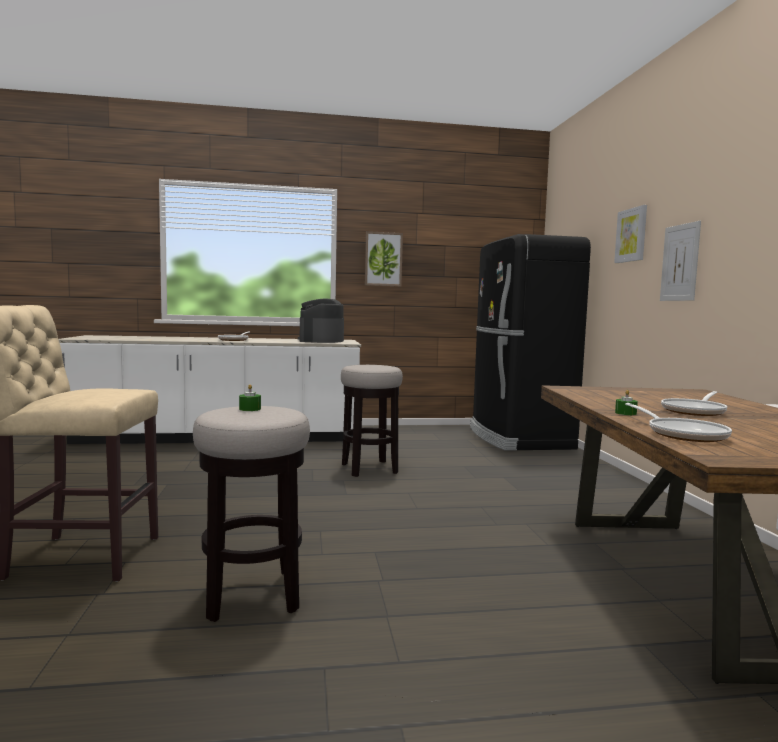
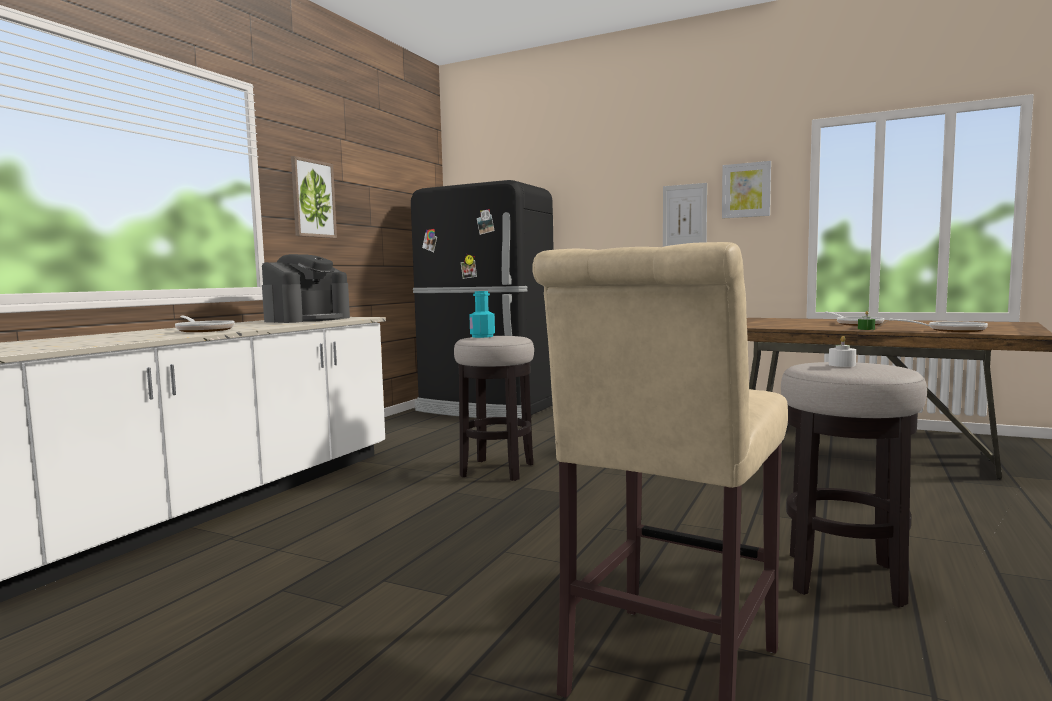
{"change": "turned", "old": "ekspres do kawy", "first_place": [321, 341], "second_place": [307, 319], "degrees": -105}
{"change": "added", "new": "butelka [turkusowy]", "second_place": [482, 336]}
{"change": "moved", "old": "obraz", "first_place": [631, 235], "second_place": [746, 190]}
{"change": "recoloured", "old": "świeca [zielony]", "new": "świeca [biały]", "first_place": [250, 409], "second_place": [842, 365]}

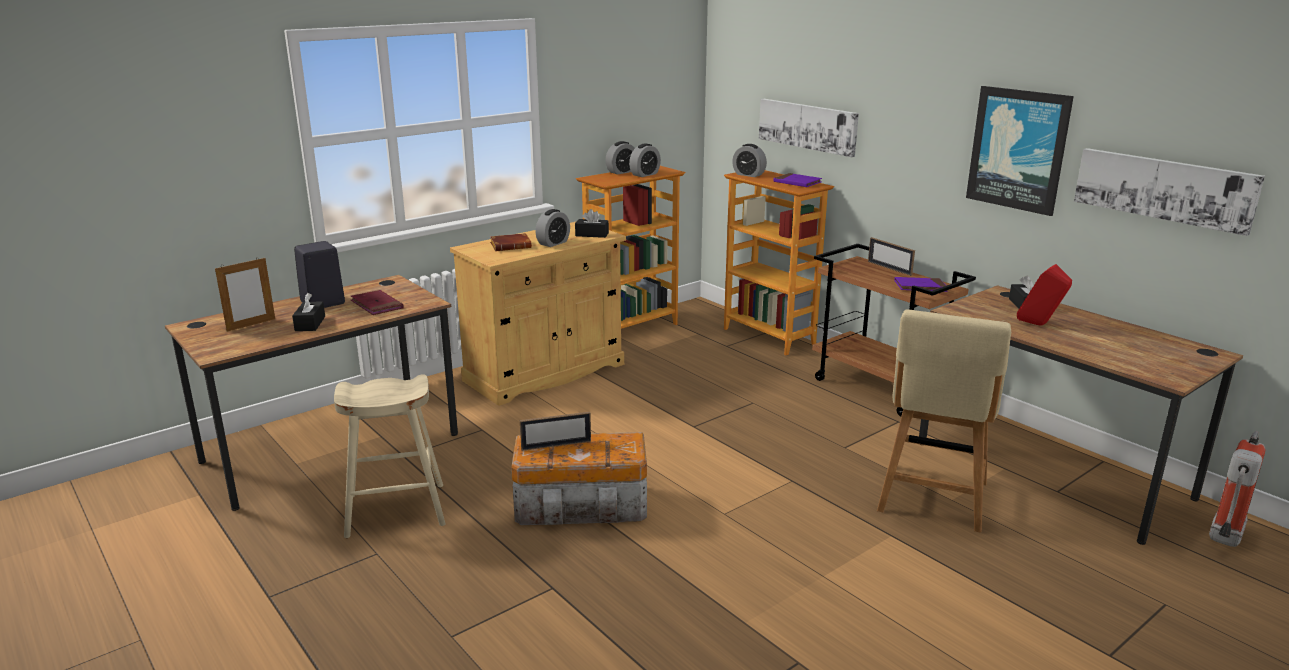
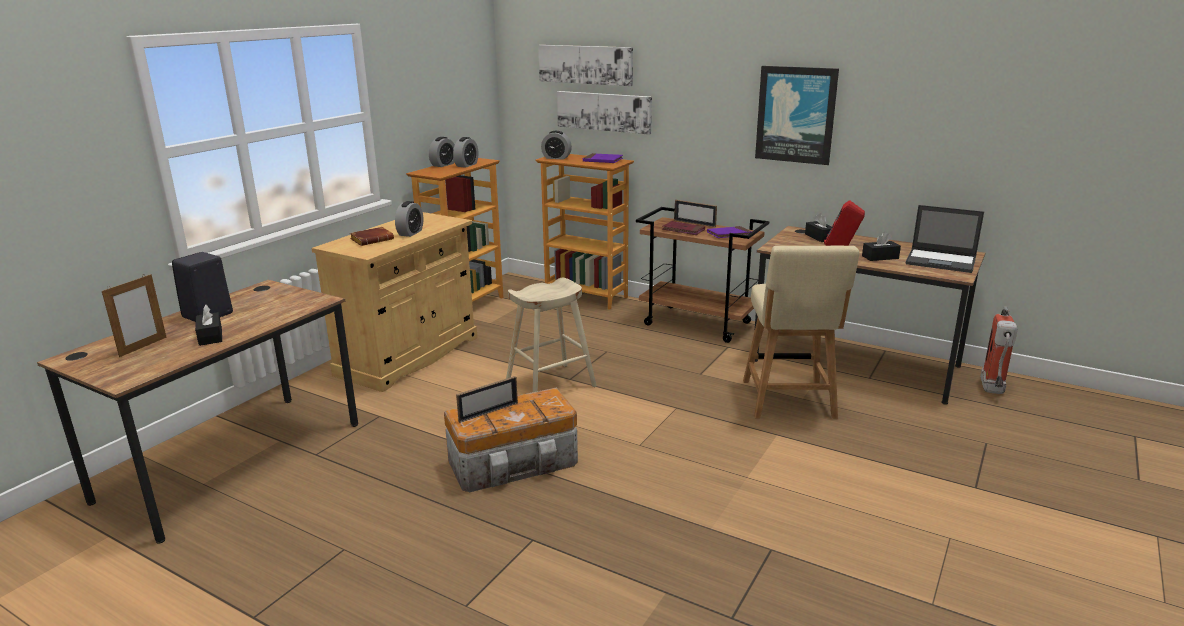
{"change": "moved", "old": "stołek [beżowy]", "first_place": [396, 510], "second_place": [551, 384]}
{"change": "moved", "old": "obraz", "first_place": [1164, 189], "second_place": [585, 64]}
{"change": "moved", "old": "książka [czerwony]", "first_place": [377, 305], "second_place": [683, 230]}
{"change": "moved", "old": "pudełko chusteczek [czarny]", "first_place": [592, 234], "second_place": [880, 257]}
{"change": "added", "new": "laptop", "second_place": [941, 261]}

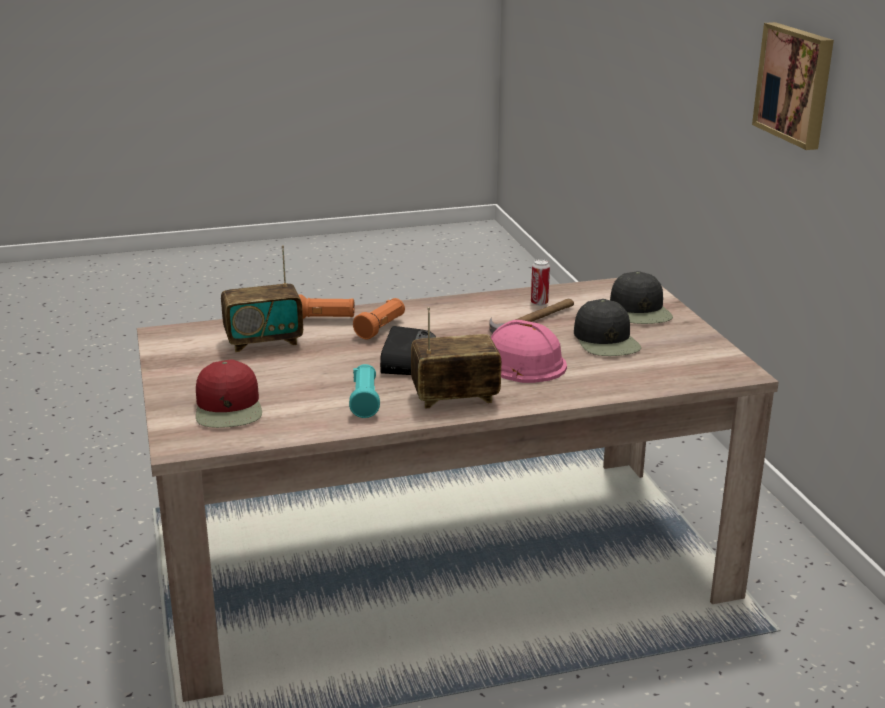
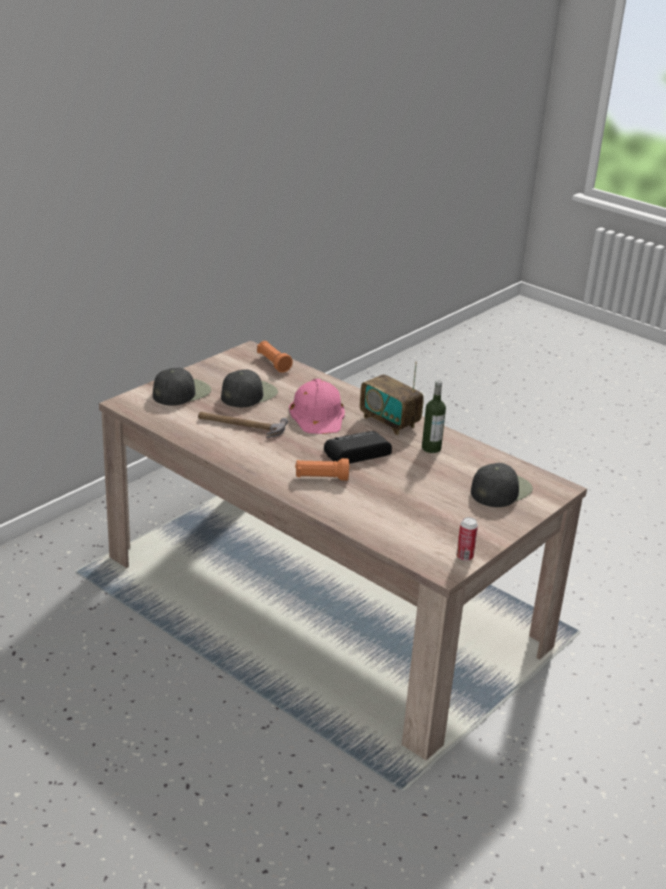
{"change": "moved", "old": "latarka [pomarańczowy]", "first_place": [324, 319], "second_place": [273, 363]}
{"change": "replaced", "old": "latarka [turkusowy]", "new": "butelka", "first_place": [365, 401], "second_place": [431, 448]}
{"change": "moved", "old": "puszka", "first_place": [539, 303], "second_place": [464, 557]}
{"change": "recoloured", "old": "czapka z daszkiem [czerwony]", "new": "czapka z daszkiem [czarny]", "first_place": [229, 408], "second_place": [500, 490]}
{"change": "removed", "old": "radio", "first_place": [263, 341]}
{"change": "removed", "old": "obraz", "first_place": [796, 84]}

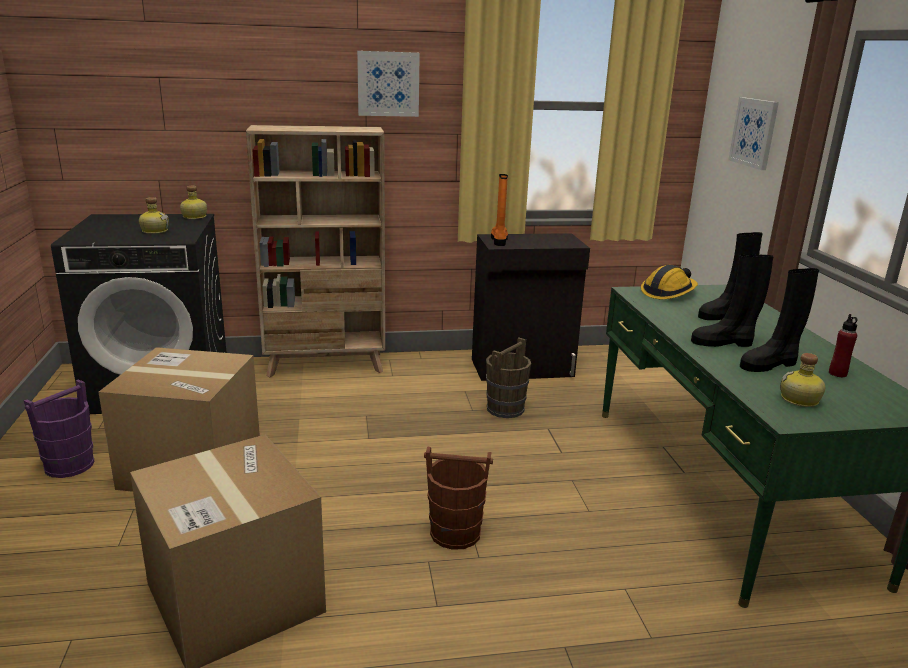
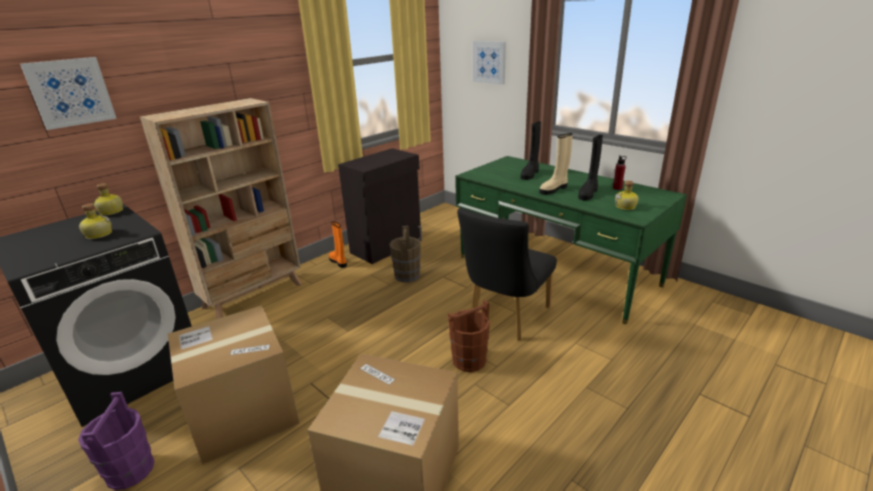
{"change": "moved", "old": "obraz", "first_place": [388, 84], "second_place": [70, 92]}
{"change": "moved", "old": "but z cholewką [pomarańczowy]", "first_place": [499, 240], "second_place": [339, 262]}
{"change": "added", "new": "krzesło [czarny]", "second_place": [505, 318]}
{"change": "recoloured", "old": "but z cholewką [czarny]", "new": "but z cholewką [beżowy]", "first_place": [723, 342], "second_place": [554, 189]}
{"change": "removed", "old": "kask", "first_place": [668, 292]}

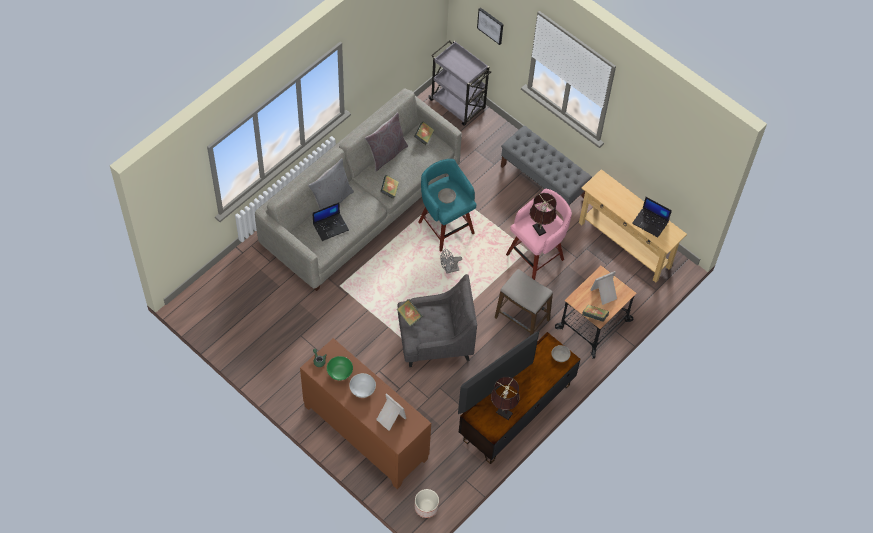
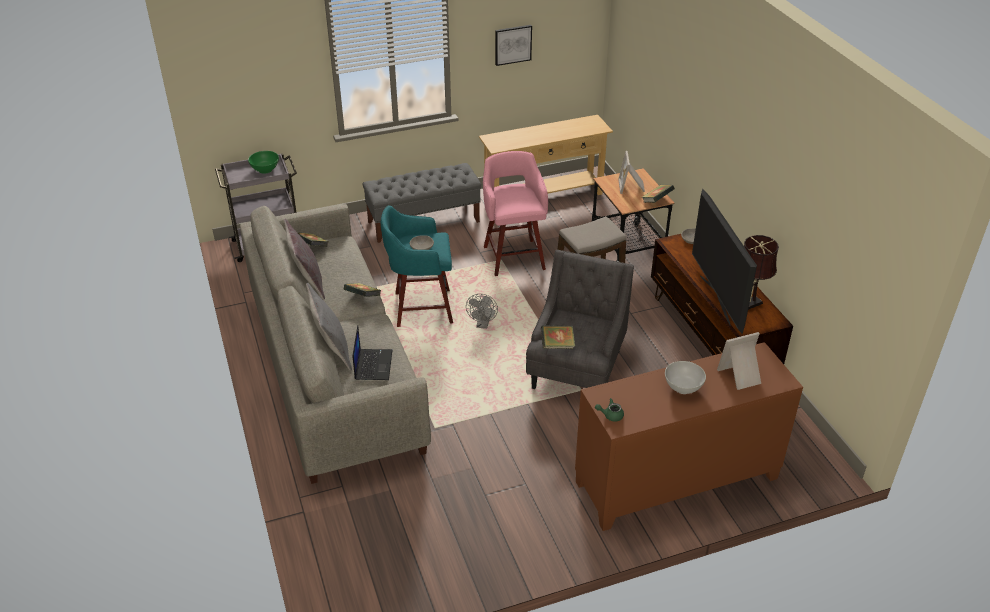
{"change": "moved", "old": "miska [zielony]", "first_place": [340, 373], "second_place": [265, 170]}
{"change": "moved", "old": "obraz", "first_place": [490, 25], "second_place": [513, 44]}
{"change": "removed", "old": "donica", "first_place": [426, 507]}
{"change": "removed", "old": "lampa stołowa [brązowy]", "first_place": [540, 230]}
{"change": "removed", "old": "laptop", "first_place": [650, 222]}

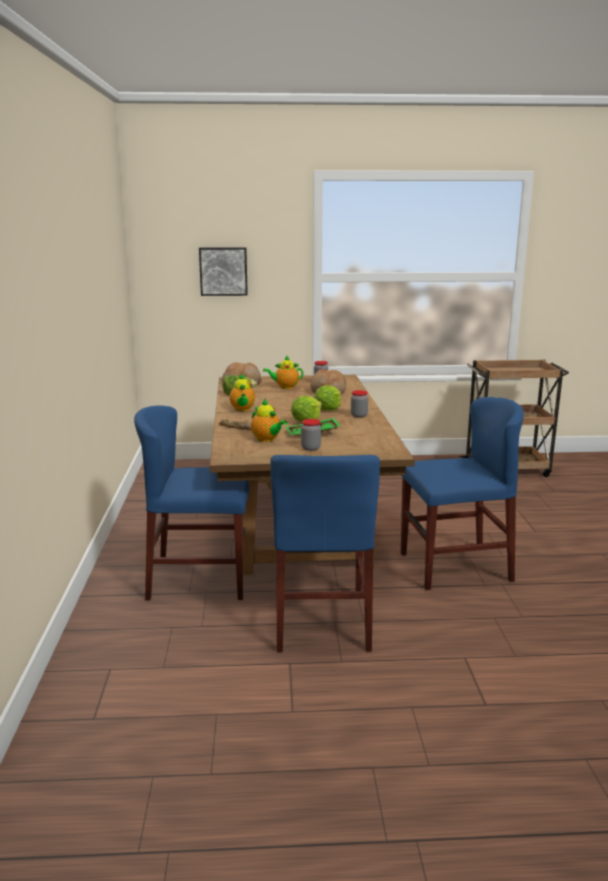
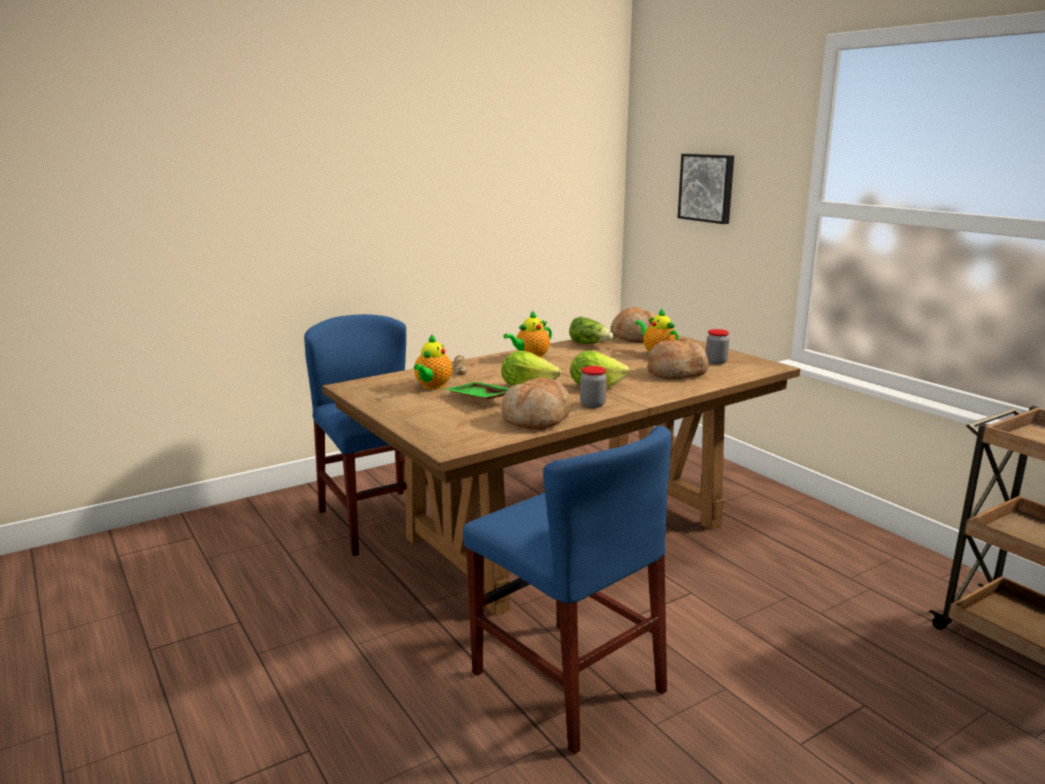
{"change": "added", "new": "chleb", "second_place": [537, 419]}
{"change": "removed", "old": "krzesło [niebieski]", "first_place": [321, 621]}
{"change": "removed", "old": "słoik", "first_place": [310, 448]}

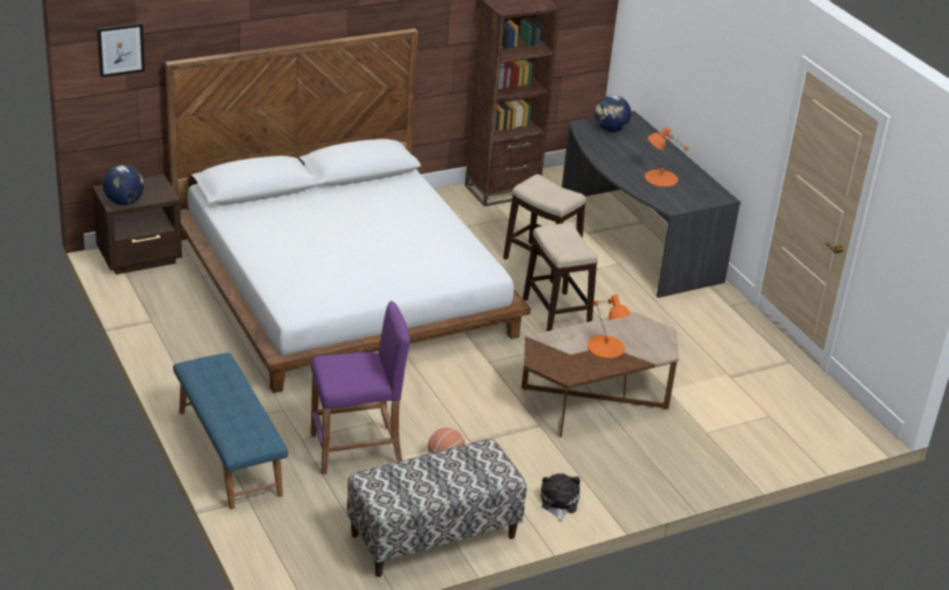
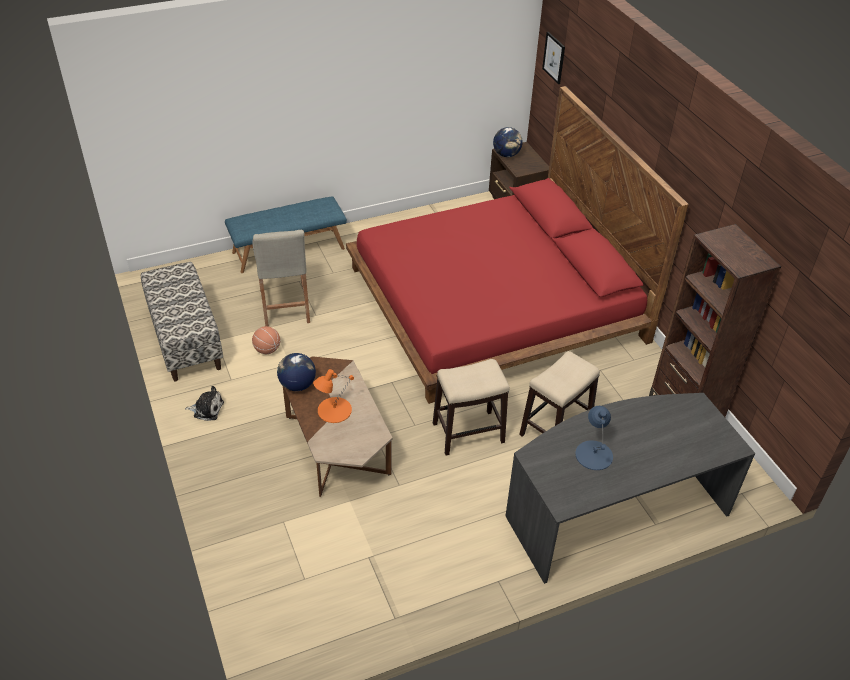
{"change": "recoloured", "old": "stołek [fioletowy]", "new": "stołek [beżowy]", "first_place": [356, 449], "second_place": [285, 306]}
{"change": "moved", "old": "globus", "first_place": [610, 129], "second_place": [297, 385]}
{"change": "recoloured", "old": "łóżko [biały]", "new": "łóżko [czerwony]", "first_place": [343, 286], "second_place": [493, 303]}
{"change": "recoloured", "old": "lampa stołowa [pomarańczowy]", "new": "lampa stołowa [niebieski]", "first_place": [660, 178], "second_place": [594, 454]}

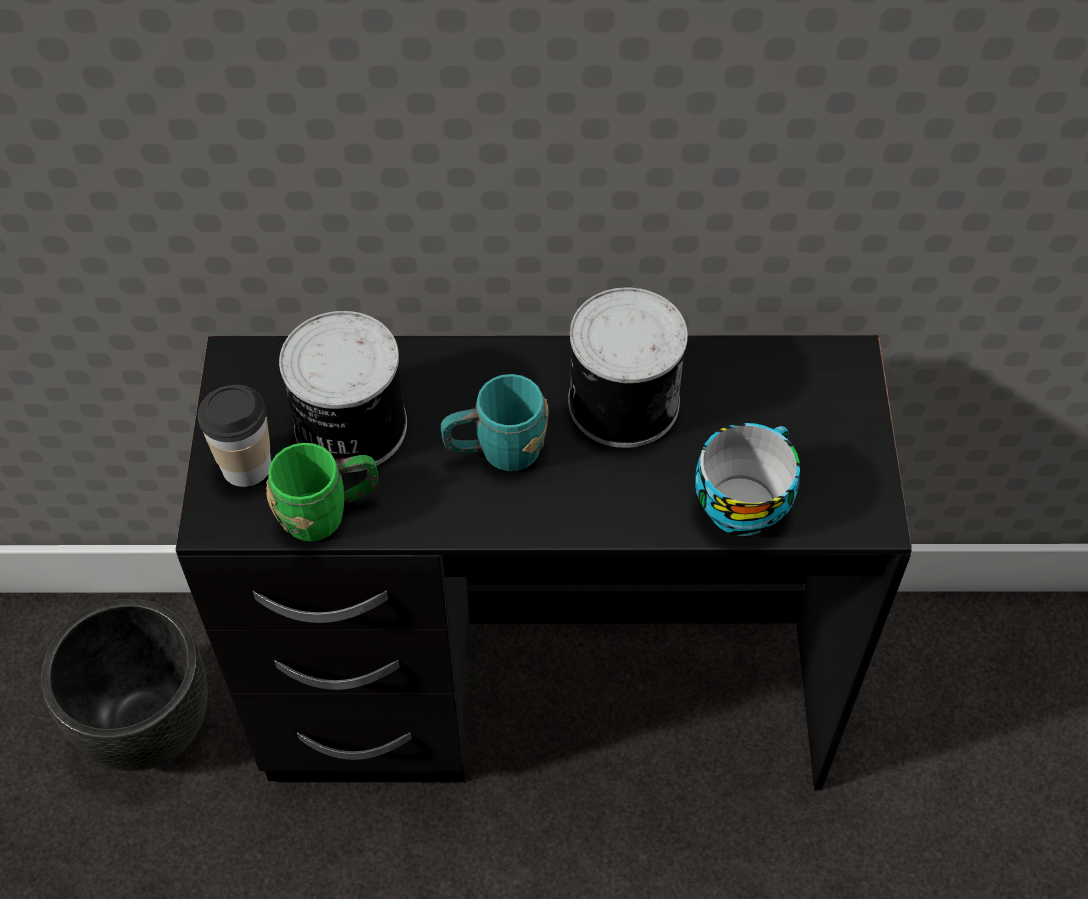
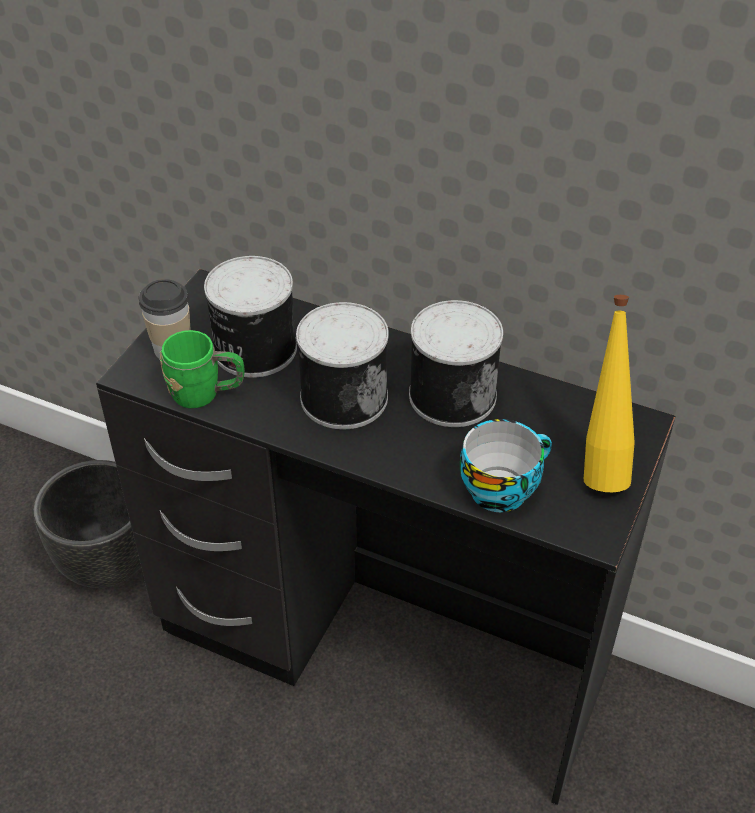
{"change": "replaced", "old": "kubek [turkusowy]", "new": "puszka", "first_place": [496, 451], "second_place": [342, 396]}
{"change": "added", "new": "butelka [żółty]", "second_place": [601, 465]}

